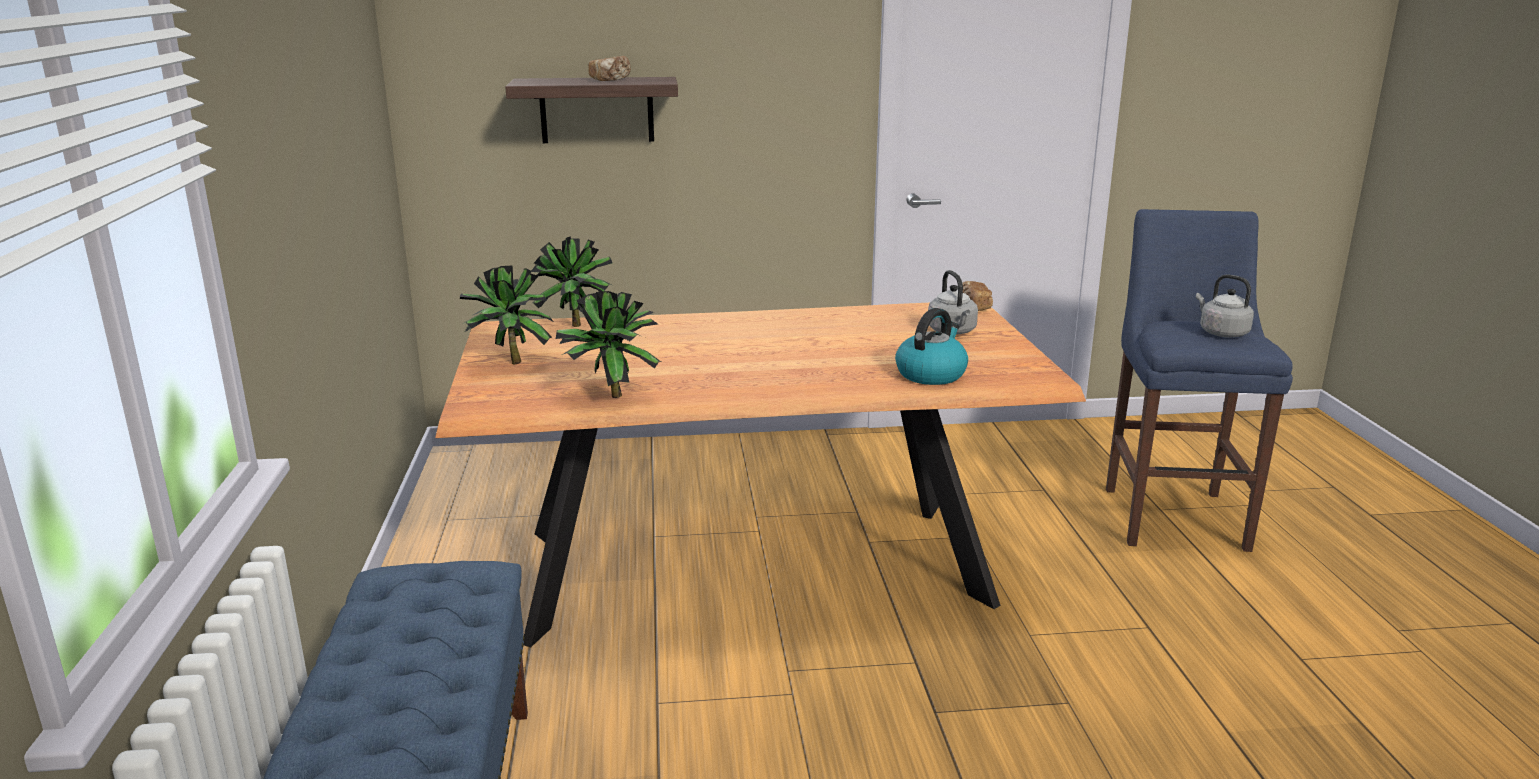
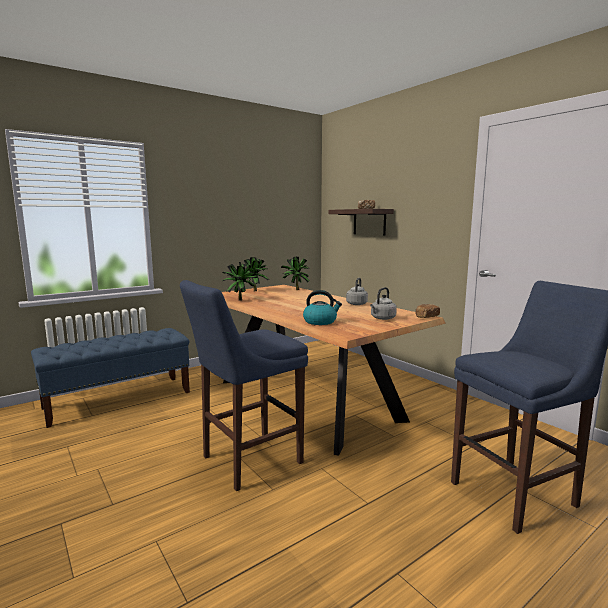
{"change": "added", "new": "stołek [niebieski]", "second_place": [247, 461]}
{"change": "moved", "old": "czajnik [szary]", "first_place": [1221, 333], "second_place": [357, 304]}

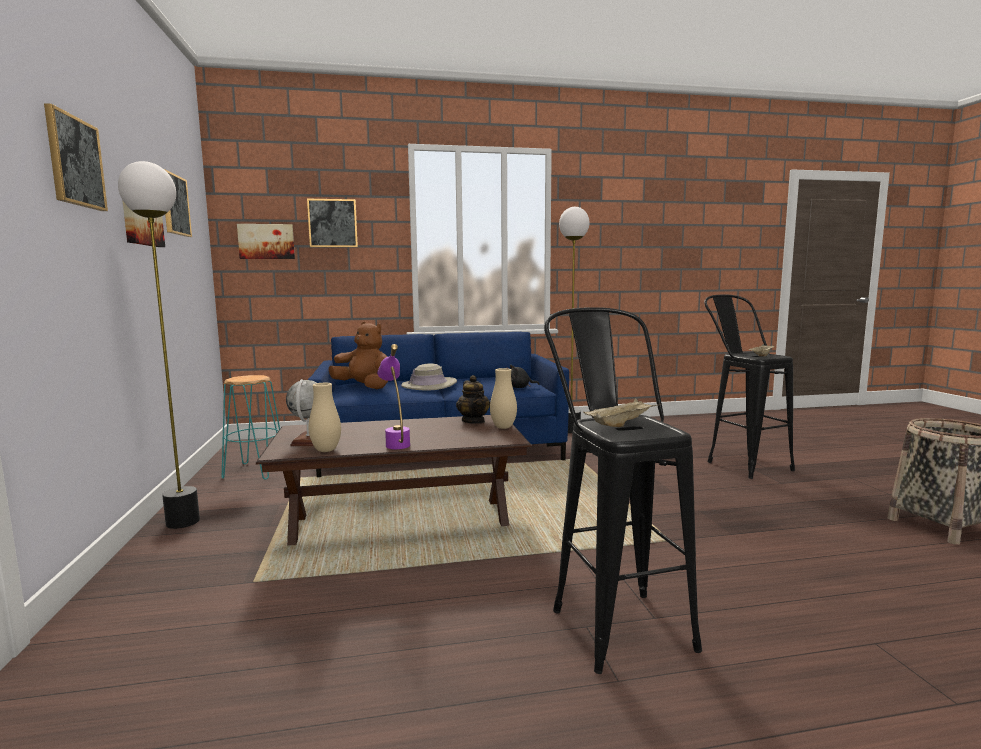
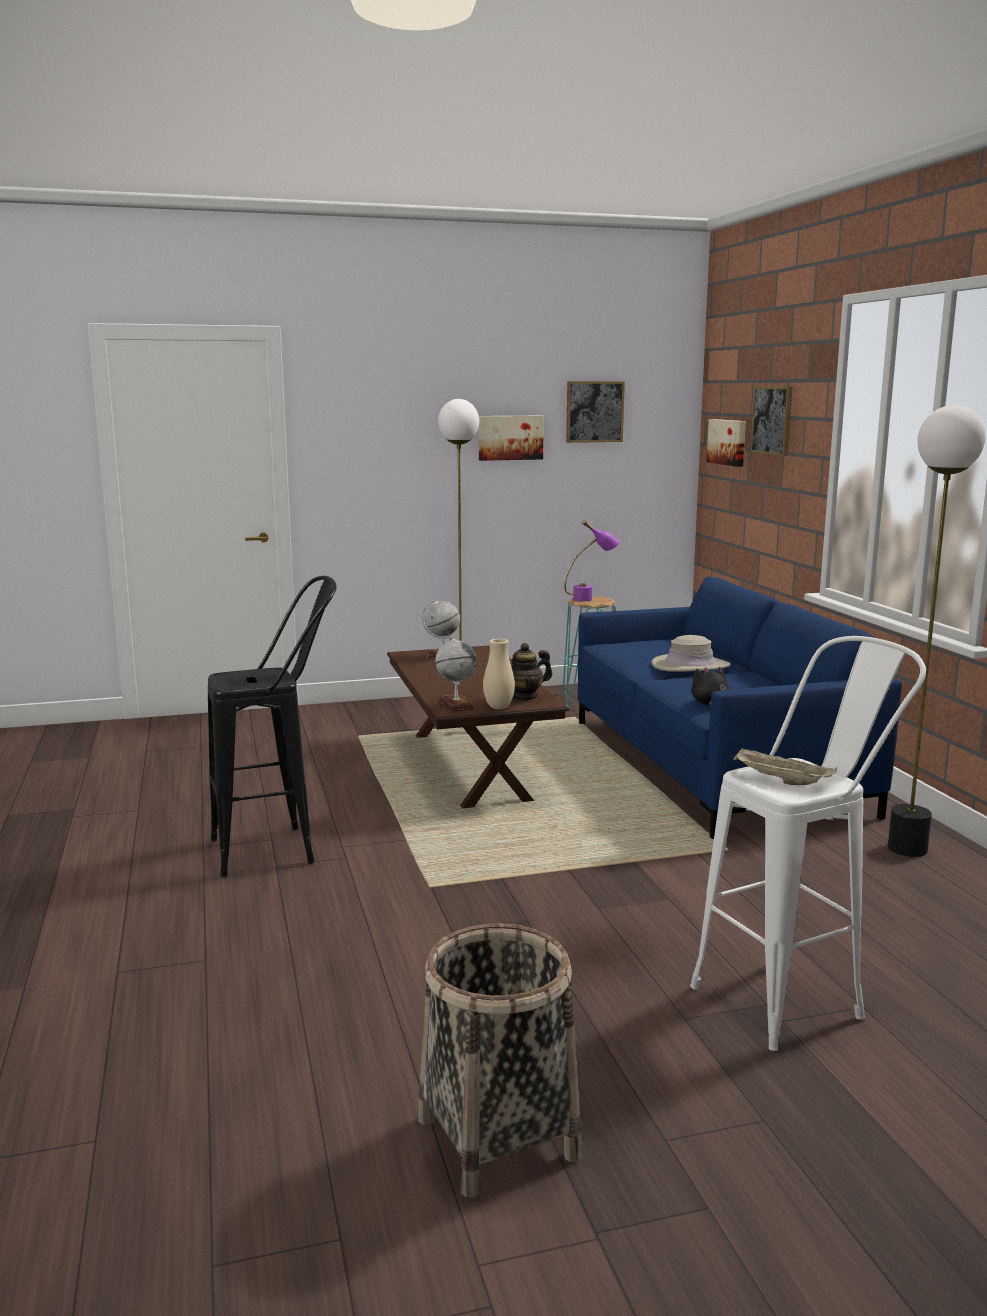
{"change": "added", "new": "globus", "second_place": [456, 704]}
{"change": "moved", "old": "lampa stołowa [fioletowy]", "first_place": [395, 442], "second_place": [590, 598]}
{"change": "recoloured", "old": "stołek [czarny]", "new": "stołek [biały]", "first_place": [740, 463], "second_place": [794, 996]}
{"change": "removed", "old": "obraz", "first_place": [75, 161]}
{"change": "removed", "old": "wazon [beżowy]", "first_place": [326, 450]}
{"change": "removed", "old": "pluszak [brązowy]", "first_place": [364, 387]}
{"change": "removed", "old": "taca [beżowy]", "first_place": [621, 424]}

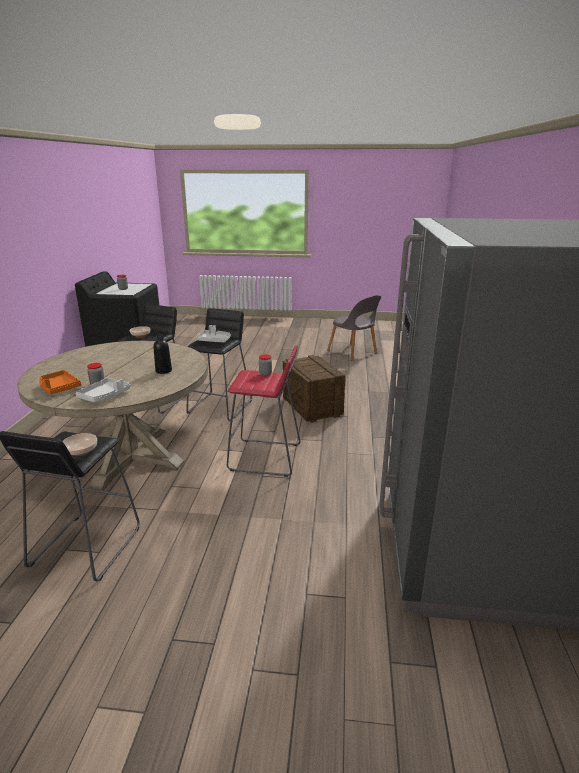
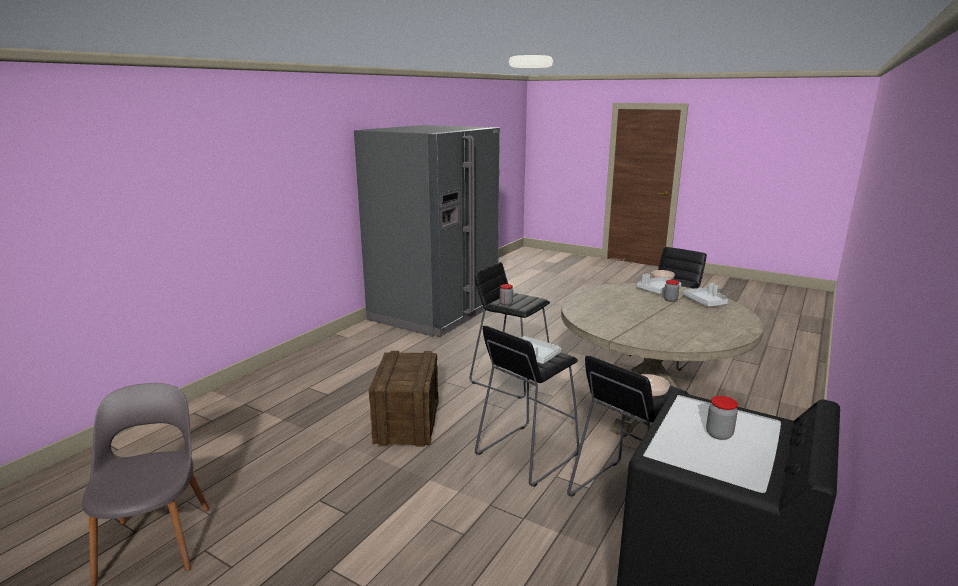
{"change": "recoloured", "old": "stołek [czerwony]", "new": "stołek [czarny]", "first_place": [265, 457], "second_place": [510, 378]}
{"change": "recoloured", "old": "taca [pomarańczowy]", "new": "taca [szary]", "first_place": [59, 388], "second_place": [706, 302]}
{"change": "removed", "old": "butelka [czarny]", "first_place": [163, 371]}

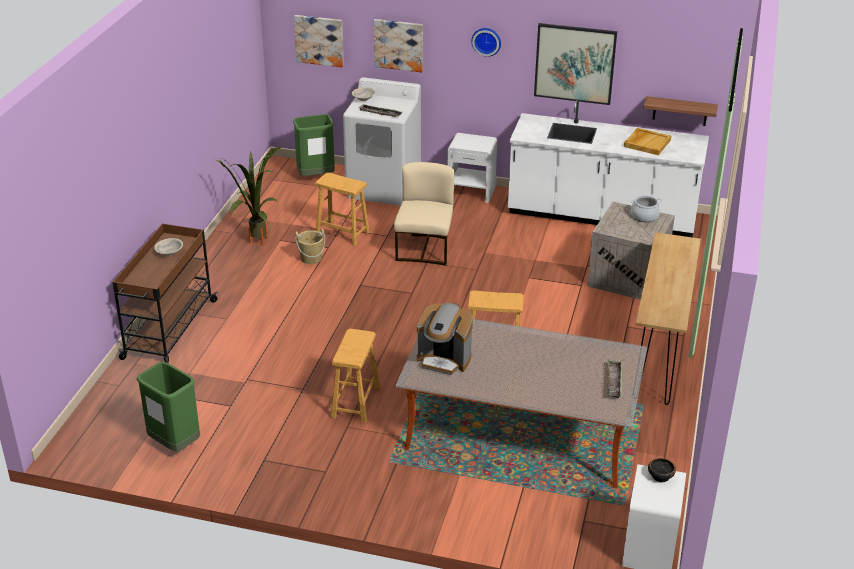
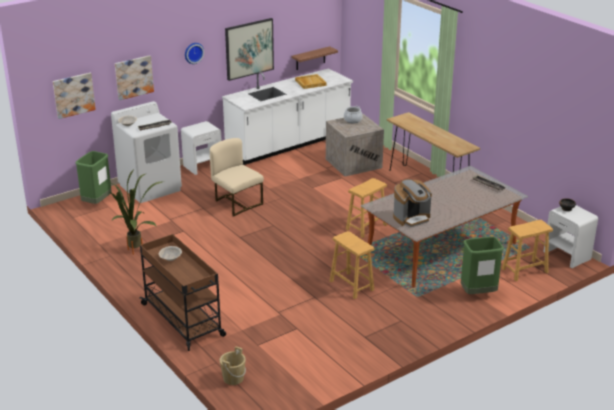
{"change": "moved", "old": "wiadro [beżowy]", "first_place": [311, 258], "second_place": [233, 378]}
{"change": "moved", "old": "kosz na śmieci [zielony]", "first_place": [174, 444], "second_place": [478, 294]}
{"change": "moved", "old": "stołek [brązowy]", "first_place": [342, 233], "second_place": [524, 270]}

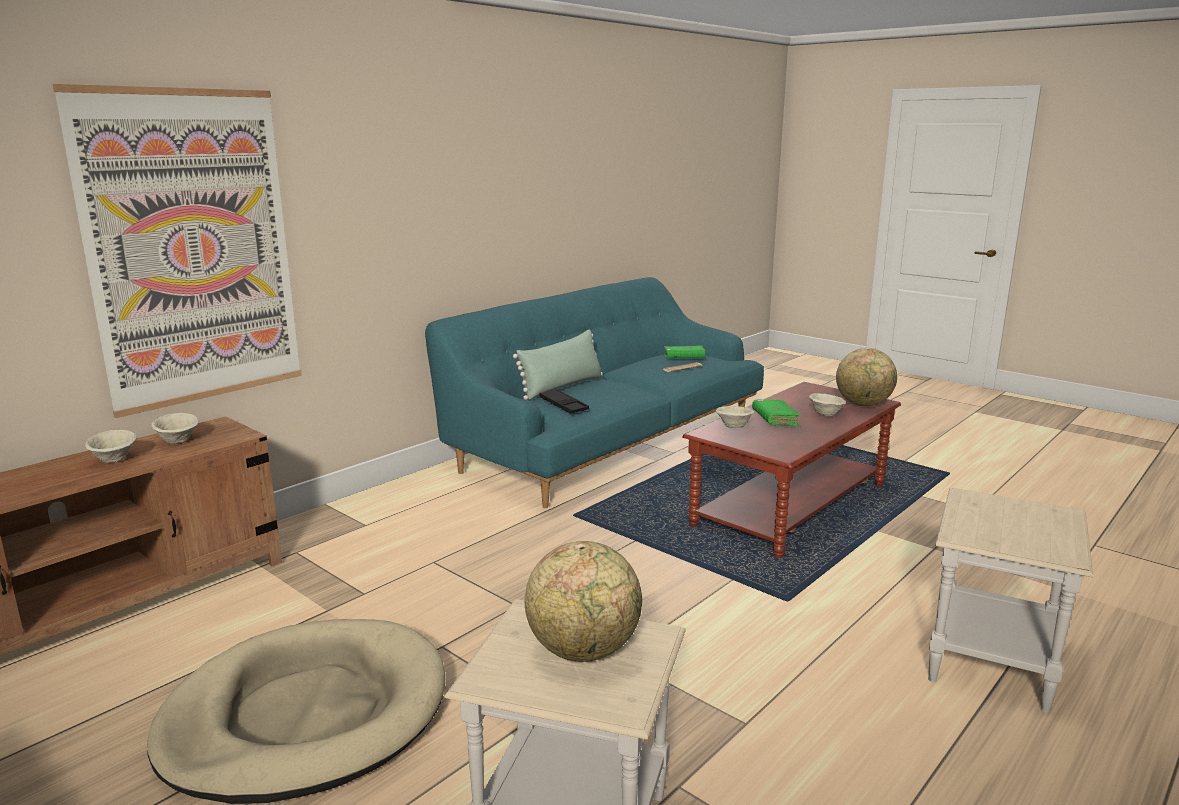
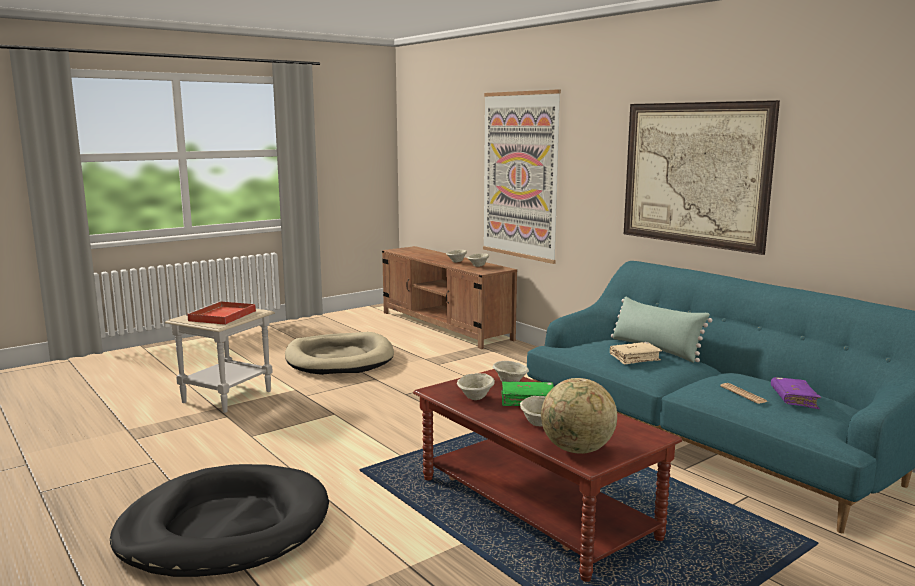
{"change": "replaced", "old": "stolik [beżowy]", "new": "legowisko [czarny]", "first_place": [990, 664], "second_place": [225, 527]}
{"change": "replaced", "old": "globus", "new": "taca [czerwony]", "first_place": [584, 650], "second_place": [222, 316]}
{"change": "added", "new": "miska [beżowy]", "second_place": [476, 398]}
{"change": "added", "new": "książka [beżowy]", "second_place": [635, 358]}
{"change": "added", "new": "obraz", "second_place": [694, 174]}
{"change": "recoloured", "old": "książka [zielony]", "new": "książka [fioletowy]", "first_place": [684, 358], "second_place": [794, 399]}
{"change": "removed", "old": "taca [czarny]", "first_place": [563, 405]}

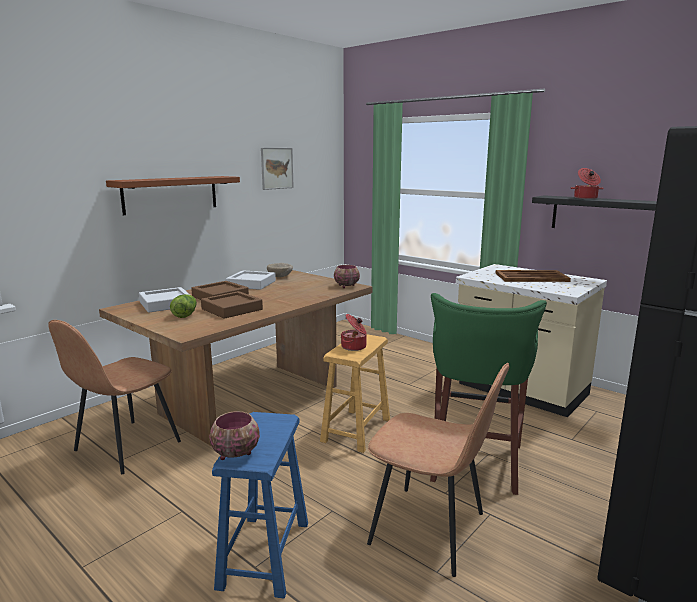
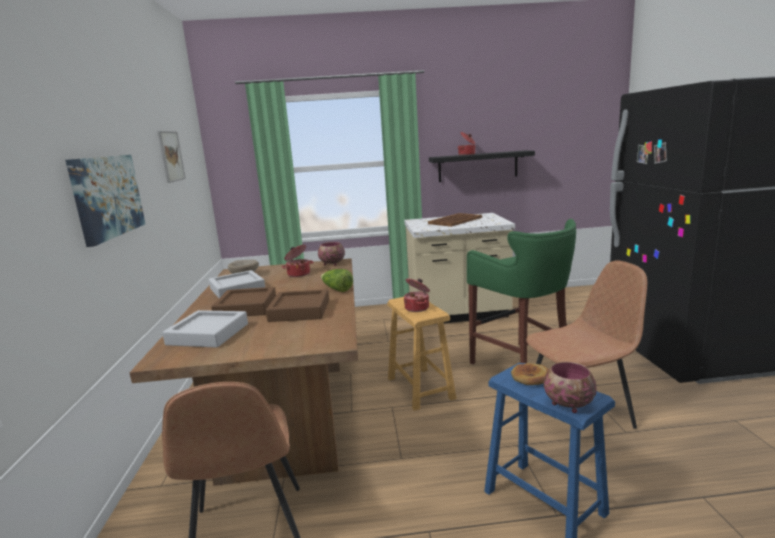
{"change": "replaced", "old": "półka [brązowy]", "new": "obraz", "first_place": [171, 194], "second_place": [107, 196]}
{"change": "added", "new": "garnek", "second_place": [298, 274]}
{"change": "moved", "old": "sałata", "first_place": [185, 314], "second_place": [337, 289]}
{"change": "added", "new": "chleb", "second_place": [530, 377]}

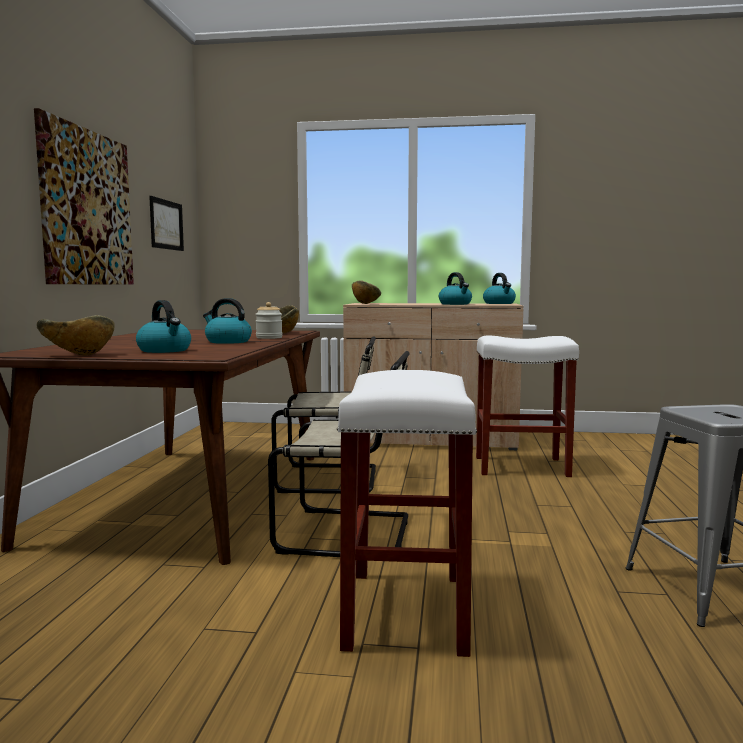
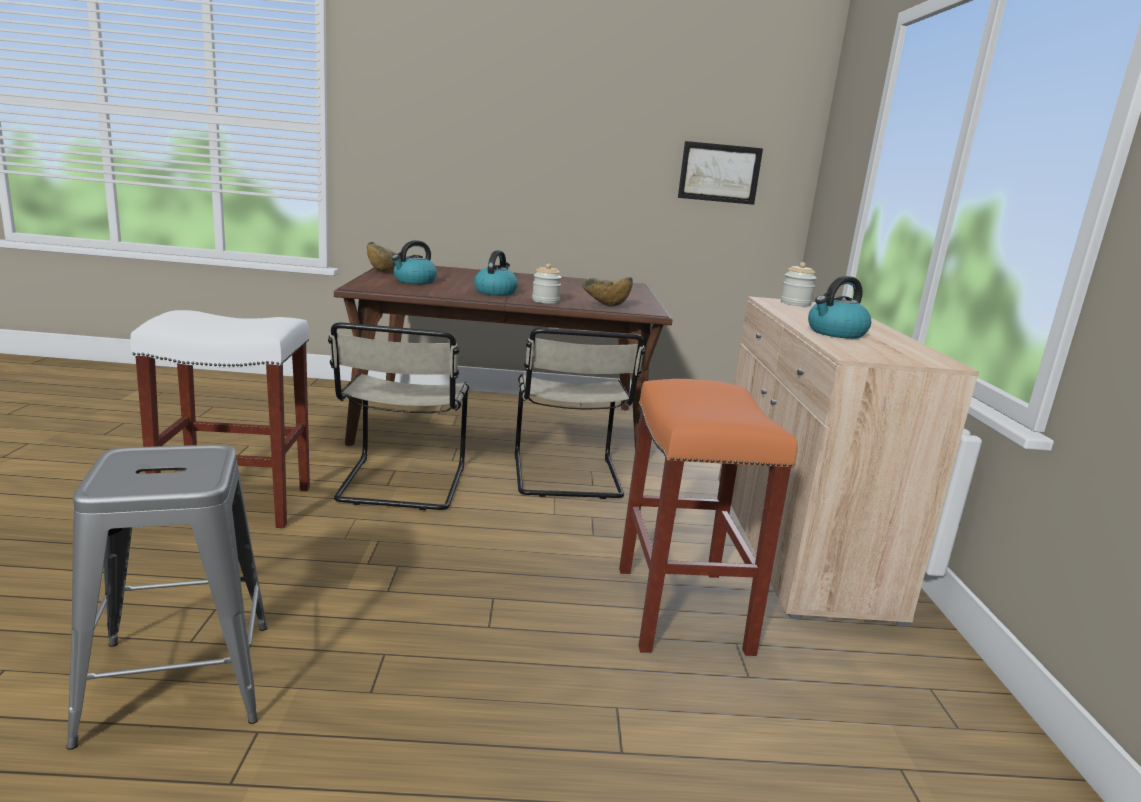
{"change": "recoloured", "old": "stołek [biały]", "new": "stołek [pomarańczowy]", "first_place": [522, 466], "second_place": [683, 610]}
{"change": "replaced", "old": "miska", "new": "słoik", "first_place": [365, 303], "second_place": [795, 303]}
{"change": "removed", "old": "obraz", "first_place": [87, 208]}
{"change": "removed", "old": "czajnik", "first_place": [499, 303]}

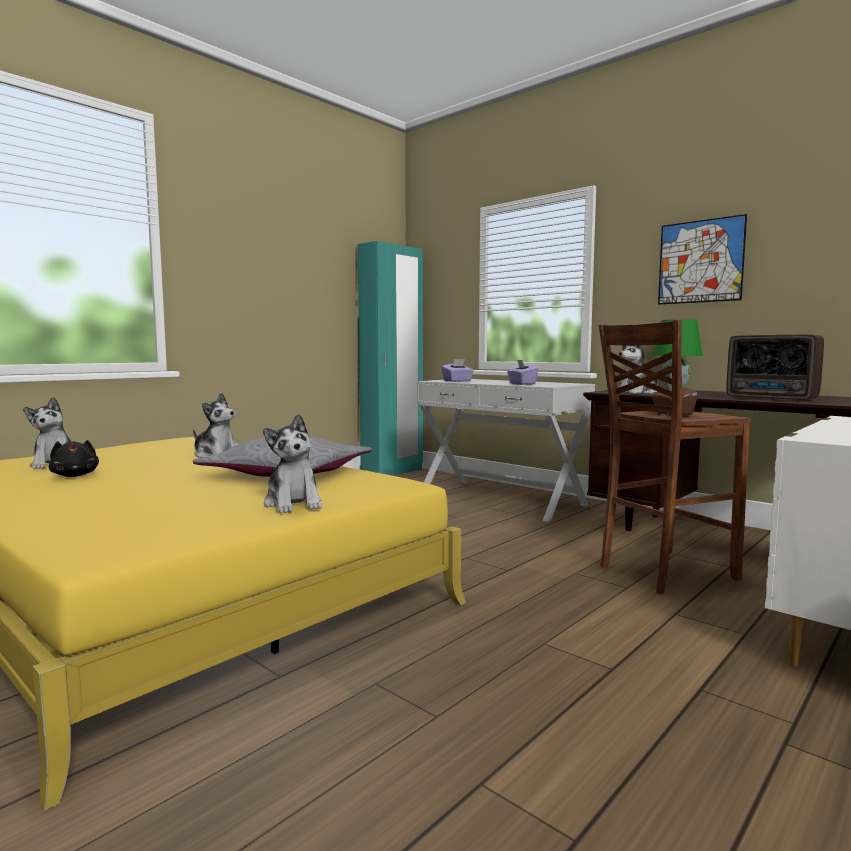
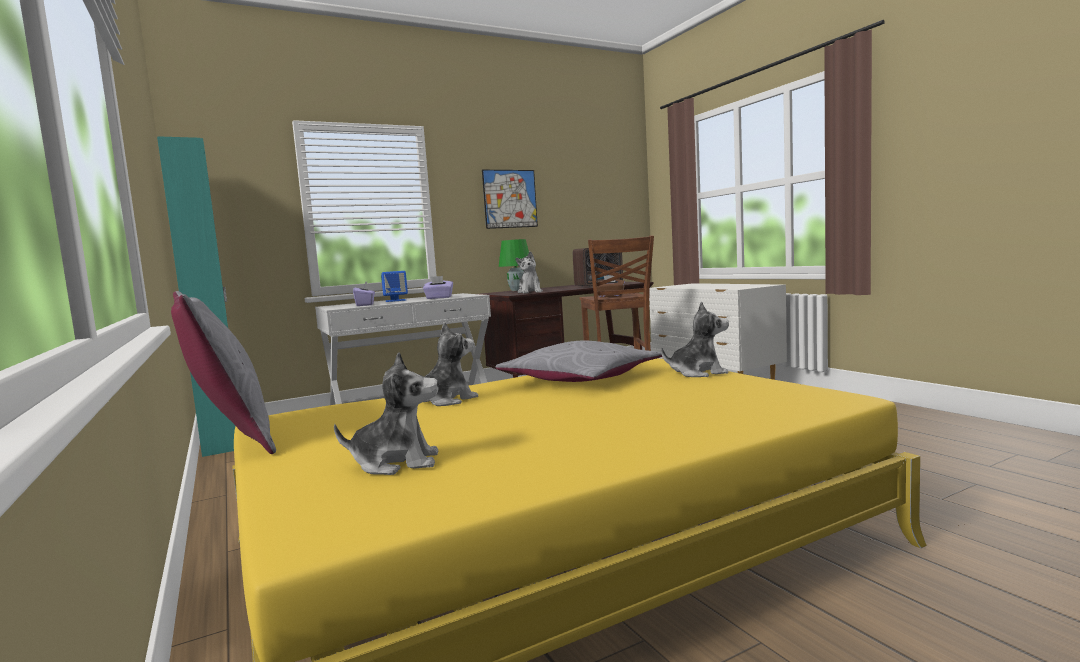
{"change": "added", "new": "poduszka [szary]", "second_place": [231, 441]}
{"change": "added", "new": "głośnik [niebieski]", "second_place": [395, 300]}
{"change": "removed", "old": "pluszak [czarny]", "first_place": [75, 475]}

